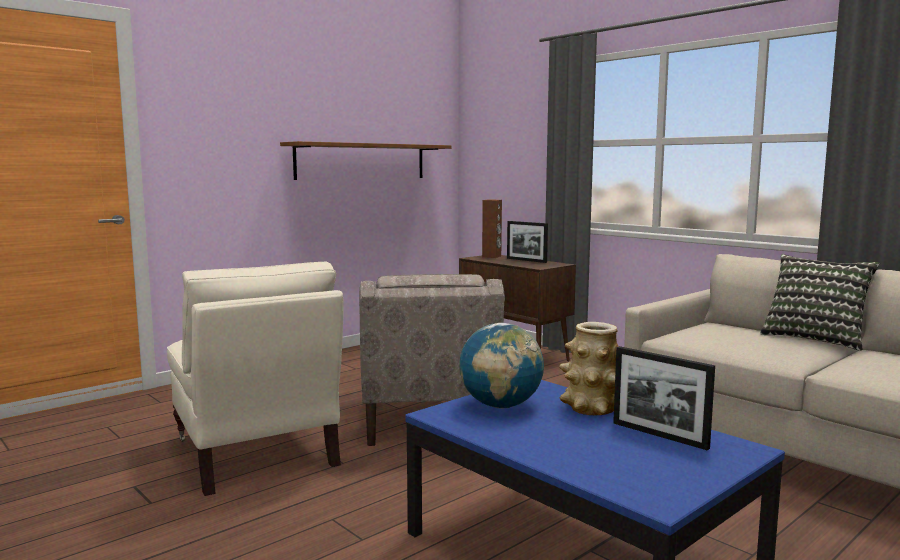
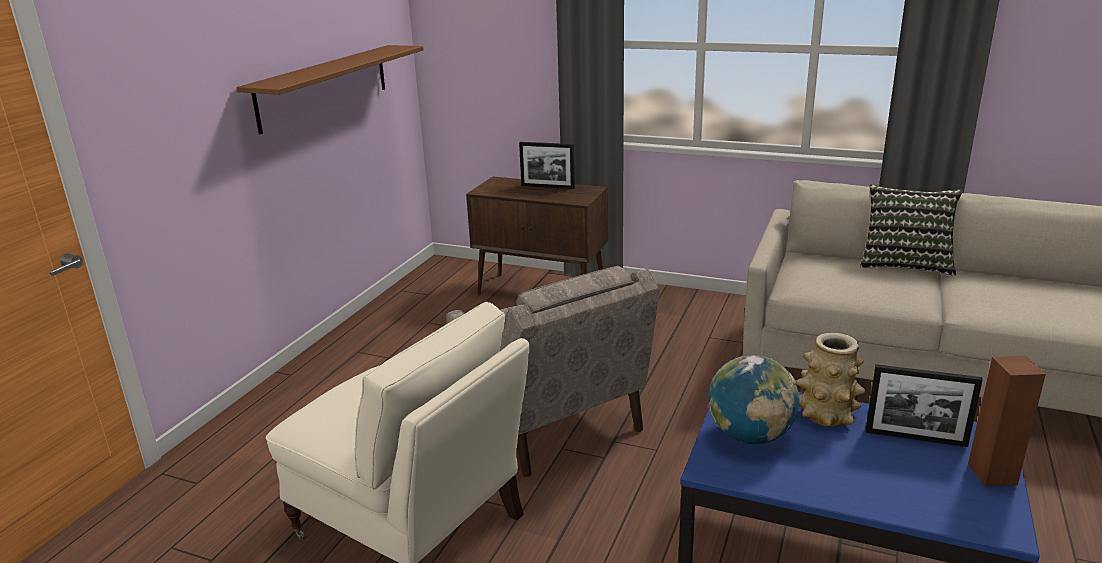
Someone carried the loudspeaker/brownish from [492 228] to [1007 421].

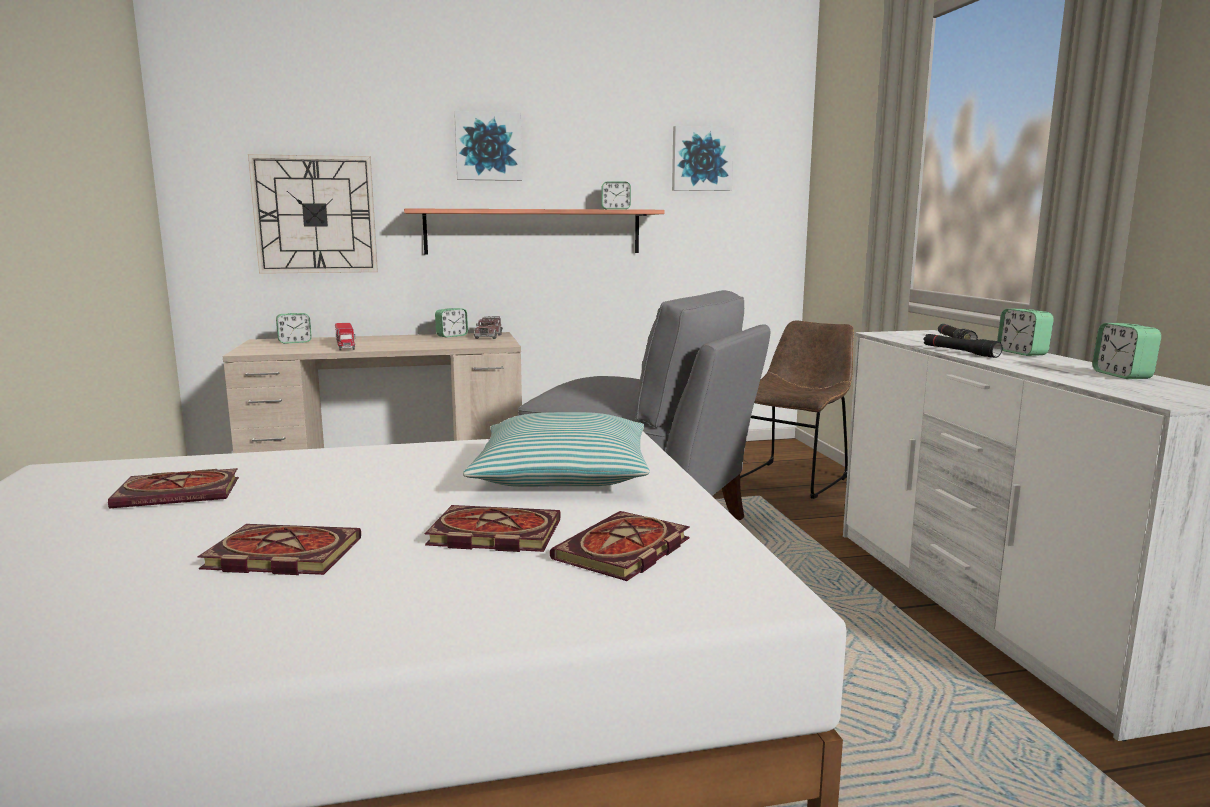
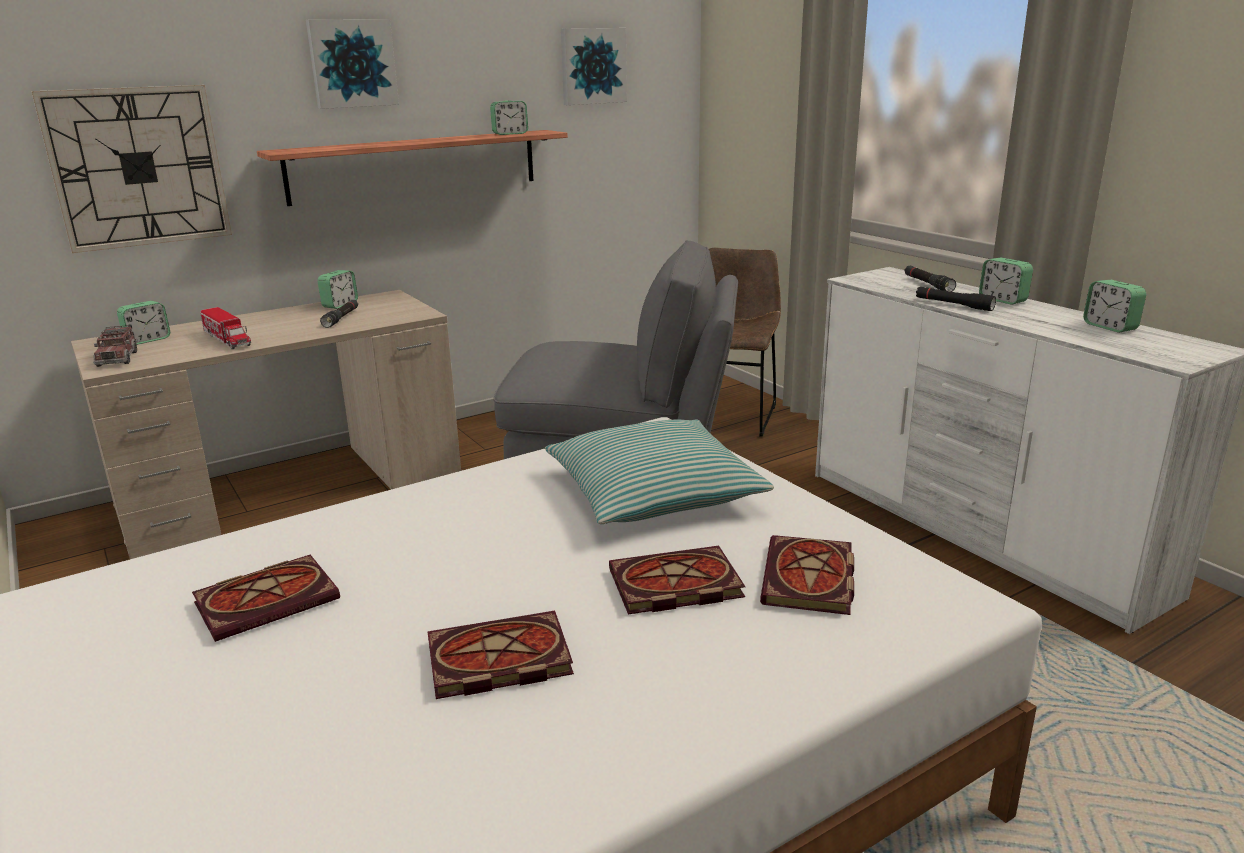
Someone carried the model truck from [488 327] to [115 346].
Someone put down the flashlight/black at [339 314].

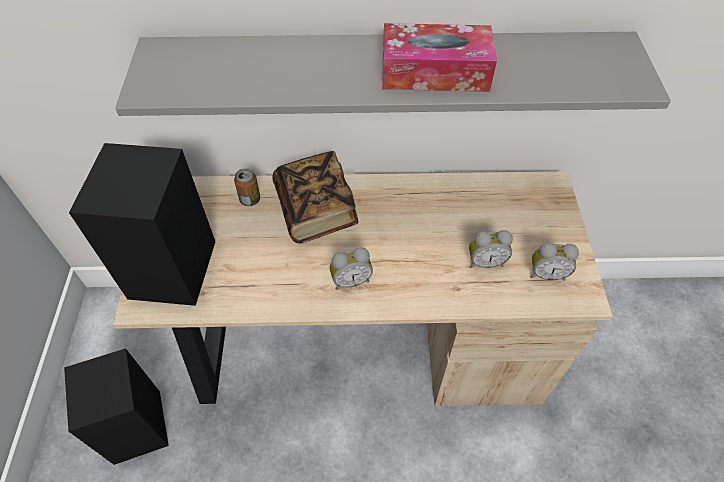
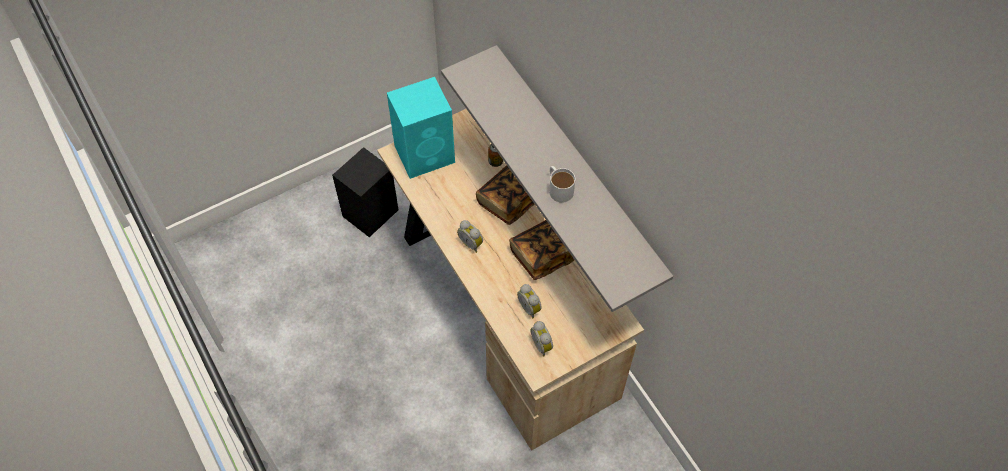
Someone swapped the tissue holder at [439 57] for the mug/white at [562 184].
Someone repainted the loudspeaker/black at [142 224], which became the loudspeaker/turquoise-coloured at [421 128].
Someone put down the volume at [541 250].

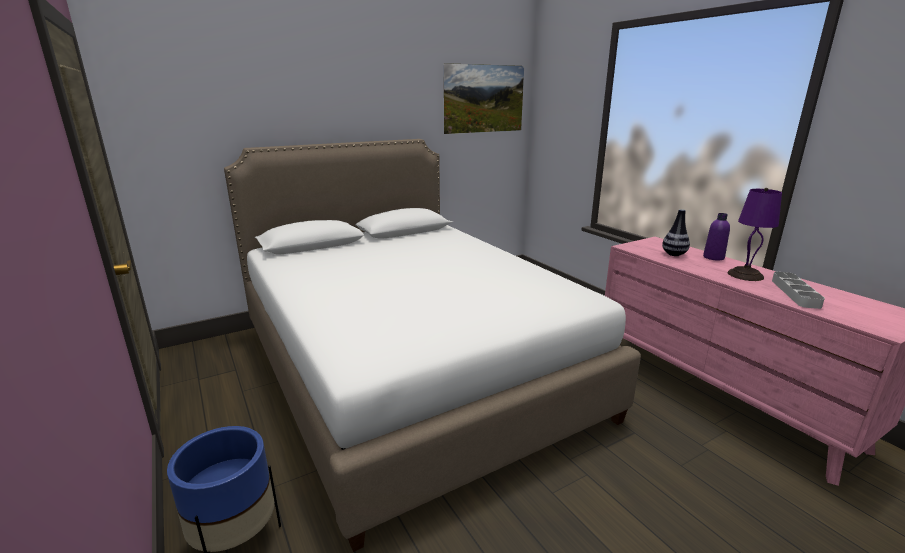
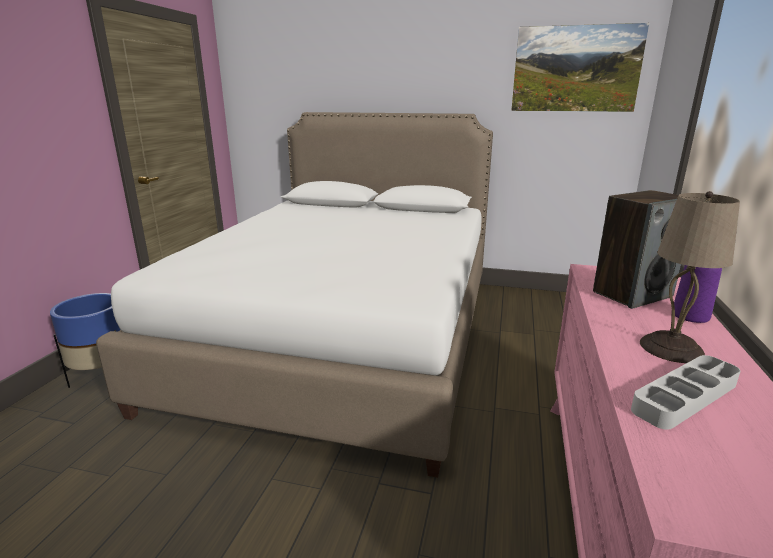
Someone repainted the lamp for a table/purple at [754 234], which became the lamp for a table/sand-coloured at [690 277].
Someone swapped the decorative vase at [676 232] for the loudspeaker at [637 249].

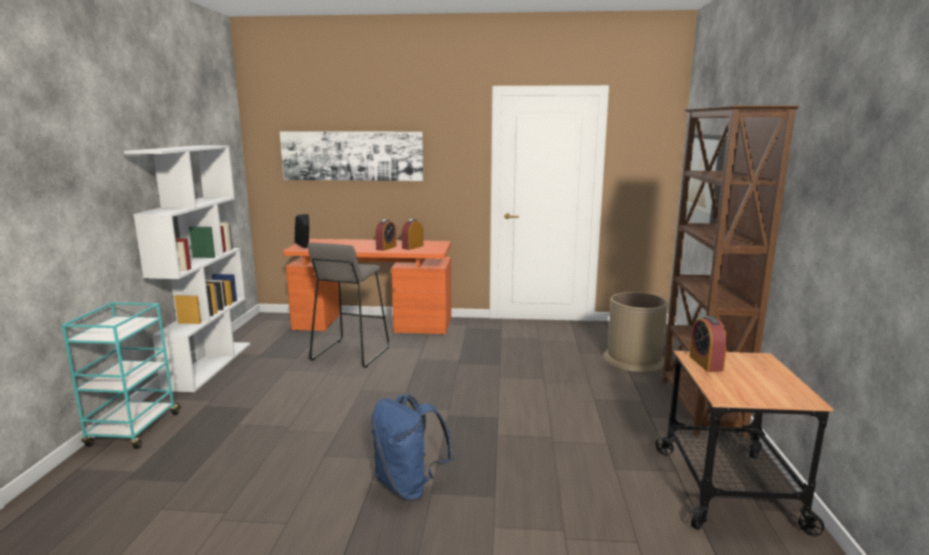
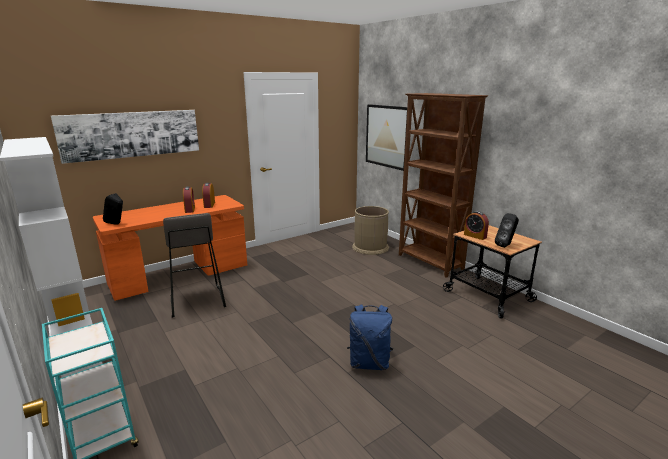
Someone put down the loudspeaker/black at [507 230].

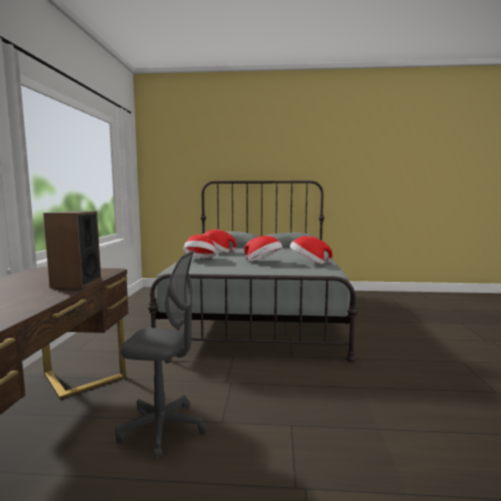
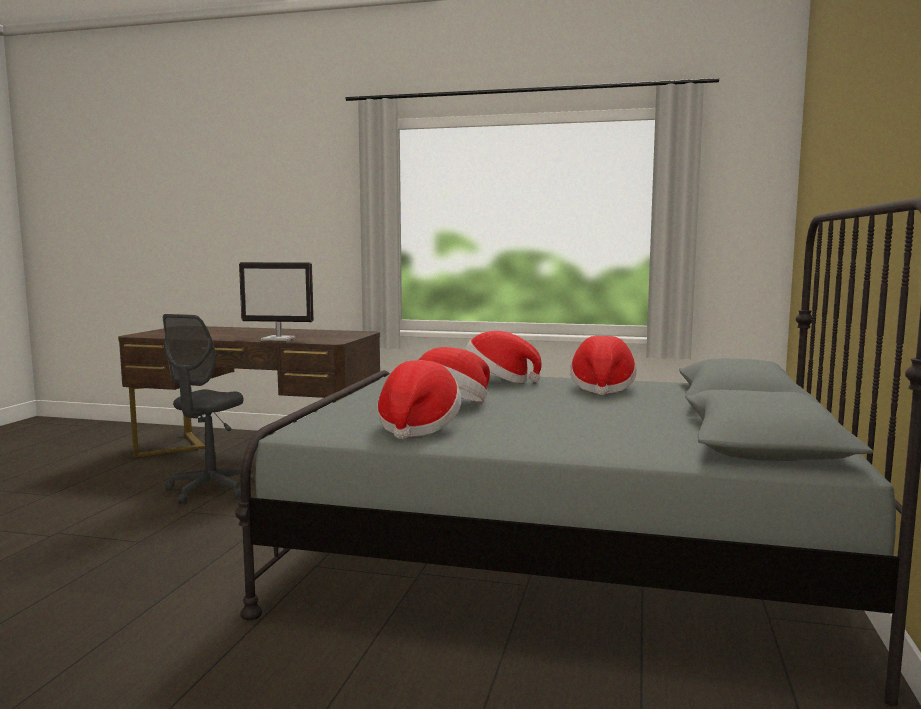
Someone swapped the loudspeaker at [72 249] for the monitor at [276 301].

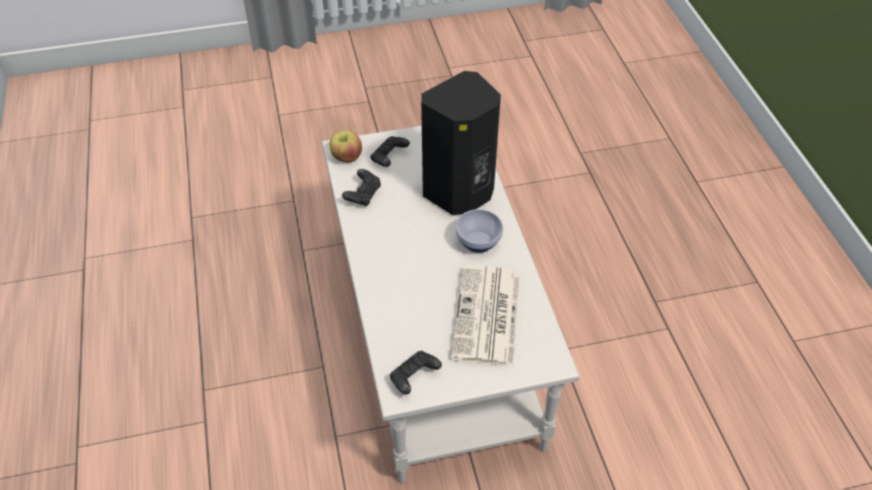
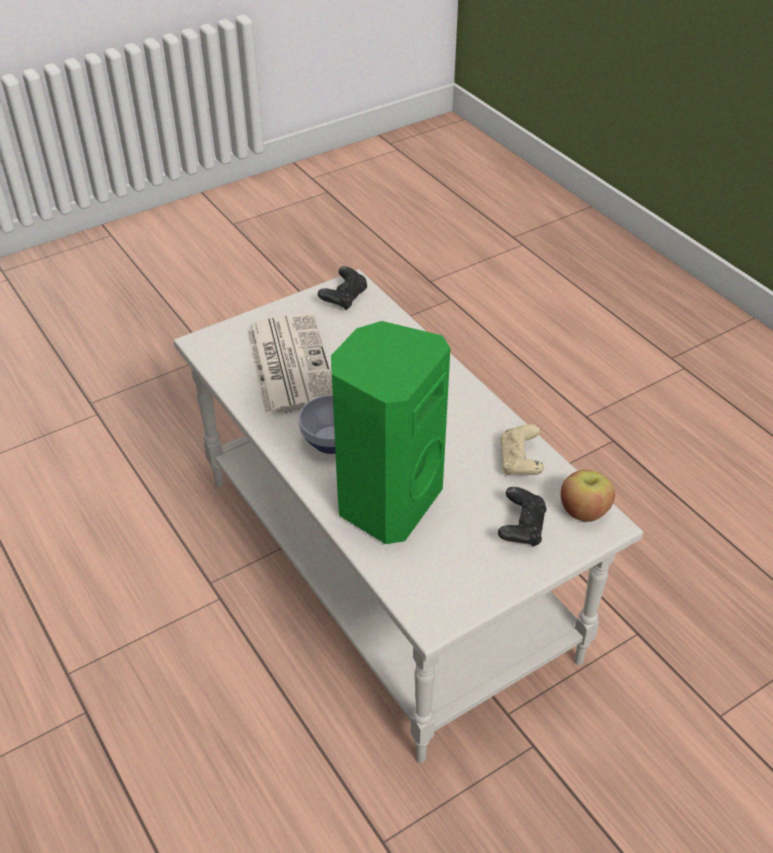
Someone repainted the loudspeaker/black at [461 143], which became the loudspeaker/green at [390 432].
Someone repainted the game controller/black at [361 188], which became the game controller/sand-coloured at [522 450].

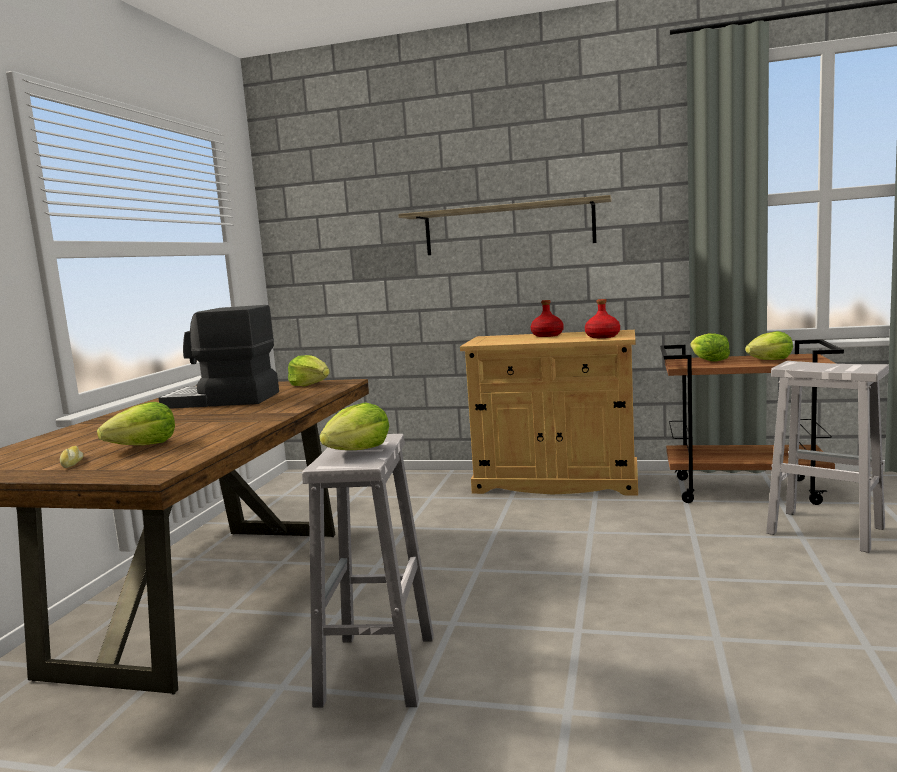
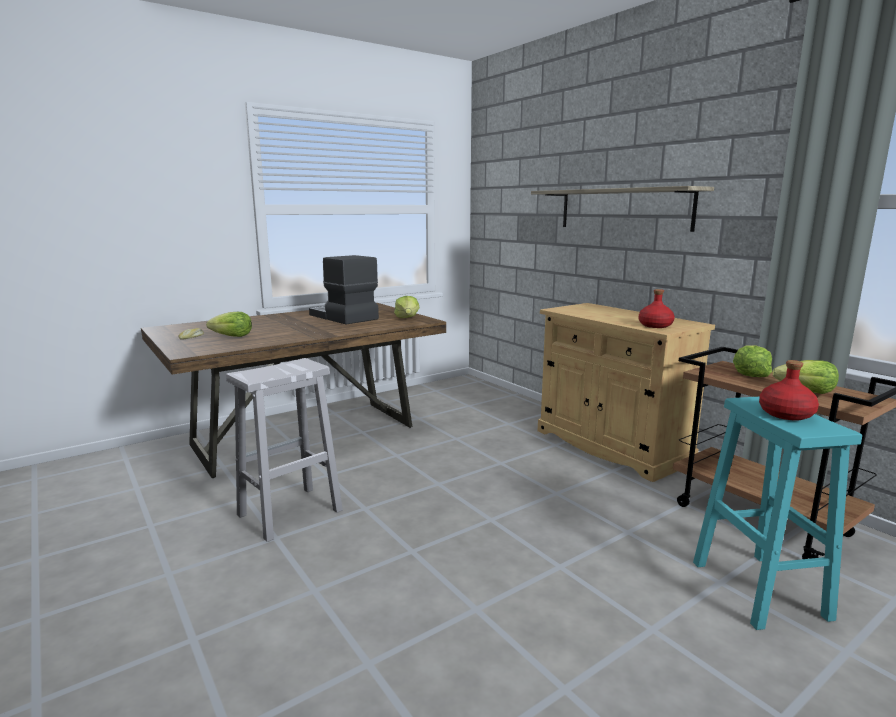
Someone carried the drink bottle/red from [547 318] to [789 390].
Someone repainted the sitting stool/white at [827 457], which became the sitting stool/turquoise-coloured at [777 513].
Someone took away the head of lettuce at [354 426].

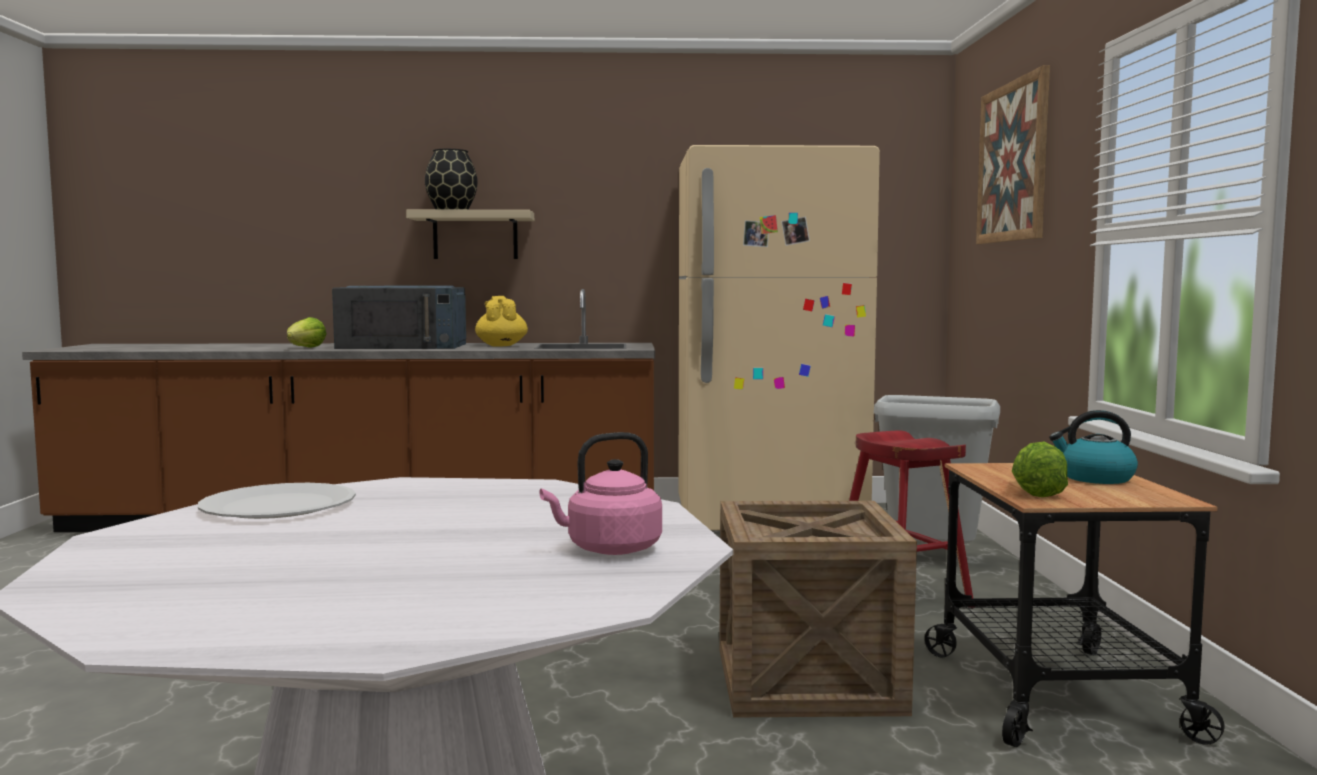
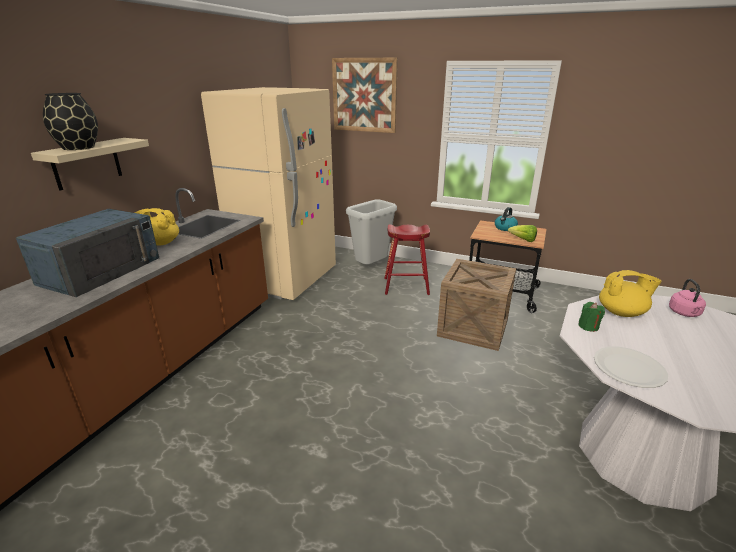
Someone took away the head of lettuce at [307 332].
Someone put down the pot for tea/yellow at [630 293].
Someone put down the candle/green at [591 317].

